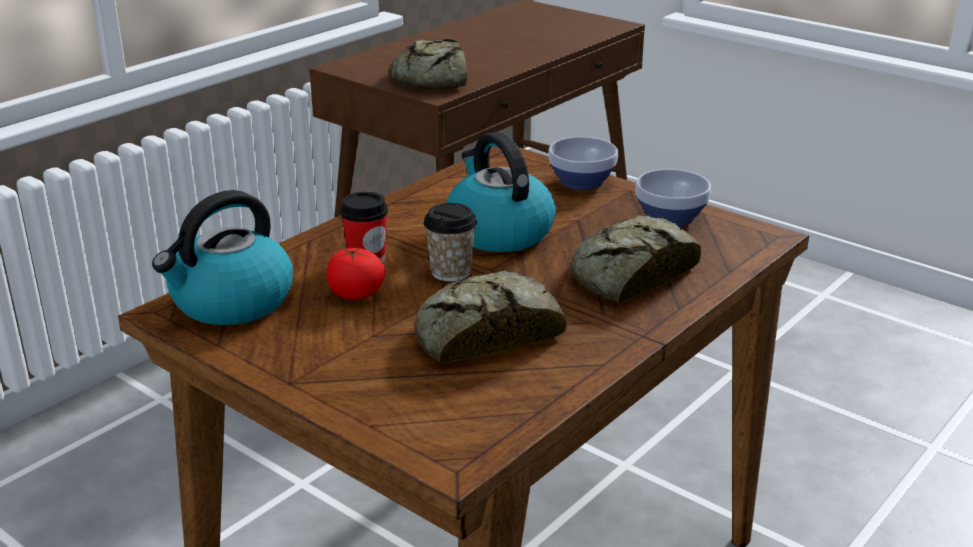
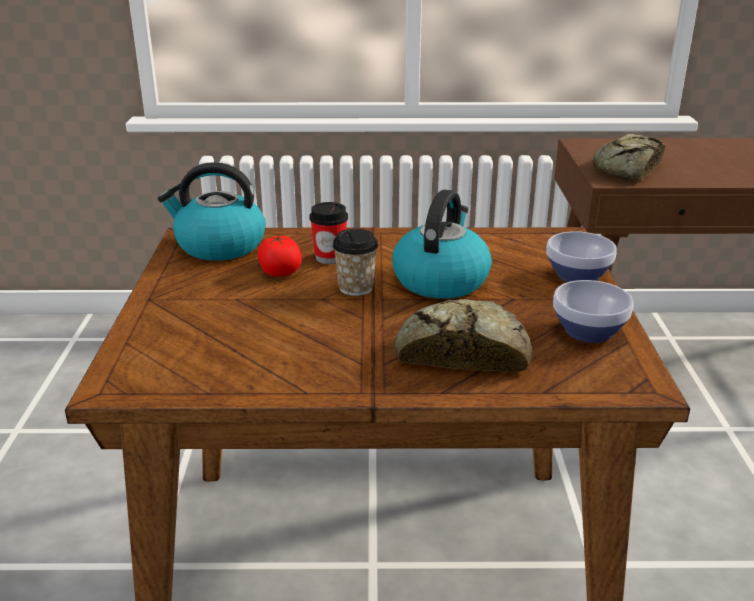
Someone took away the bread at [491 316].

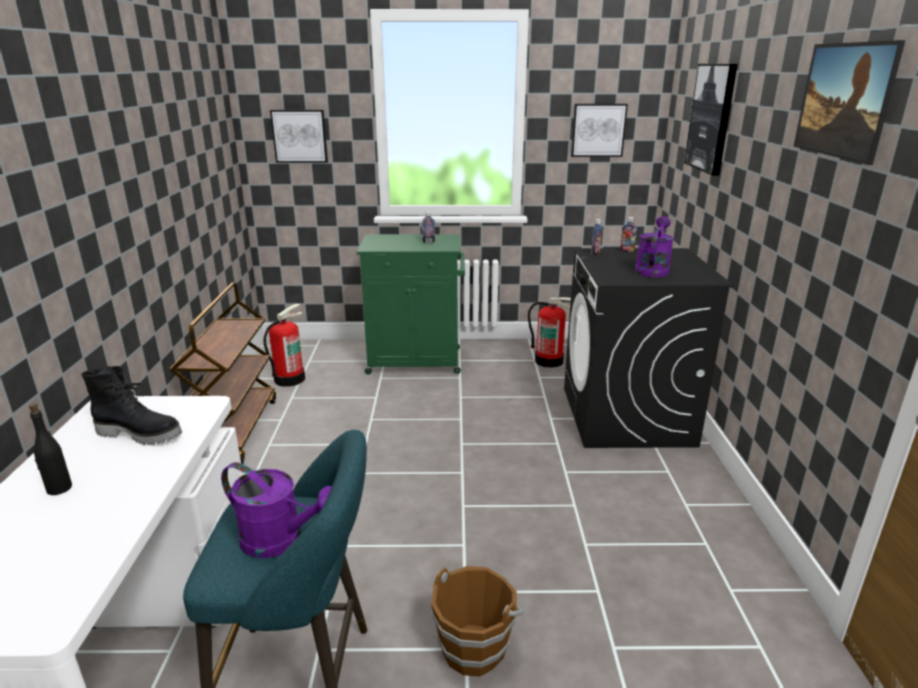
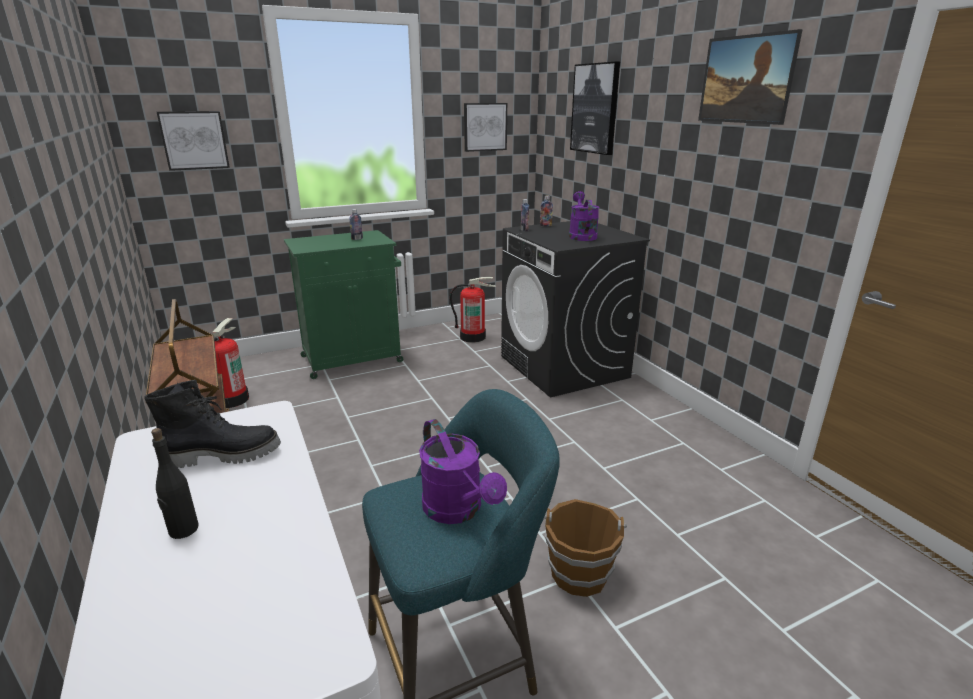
Someone rotated the sprinkling can/purple at [276 510] by 60 degrees clockwise.

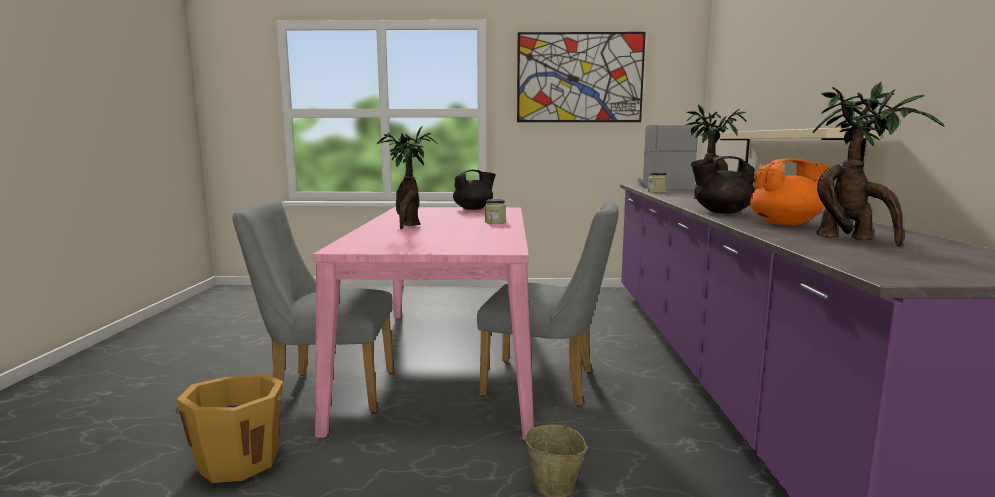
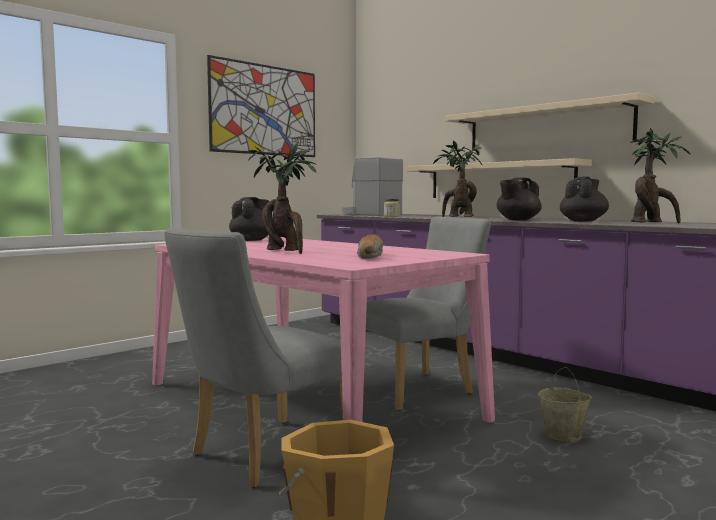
Someone repainted the pot for tea/orange-coloured at [789 191], which became the pot for tea/black at [584 199].
Someone took away the jar at [495 211].
Someone put up the wall shelf/sand-coloured at [549 122].
Someone put down the bread at [370 246].

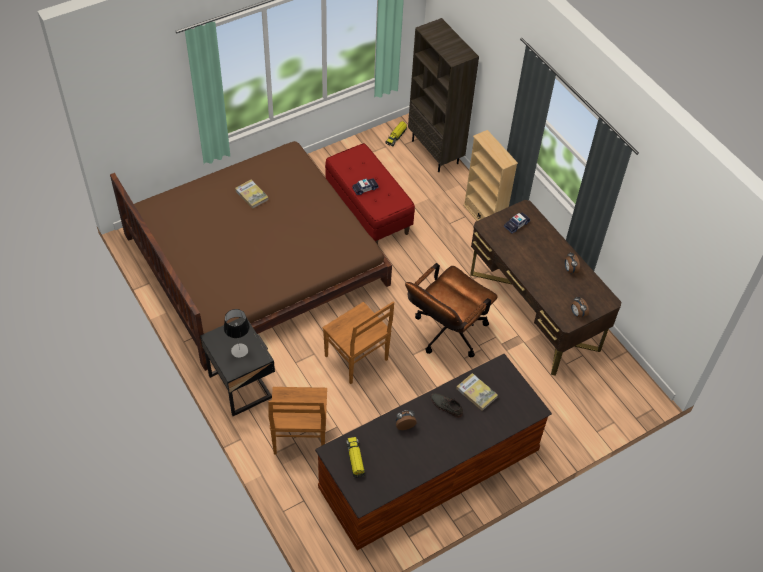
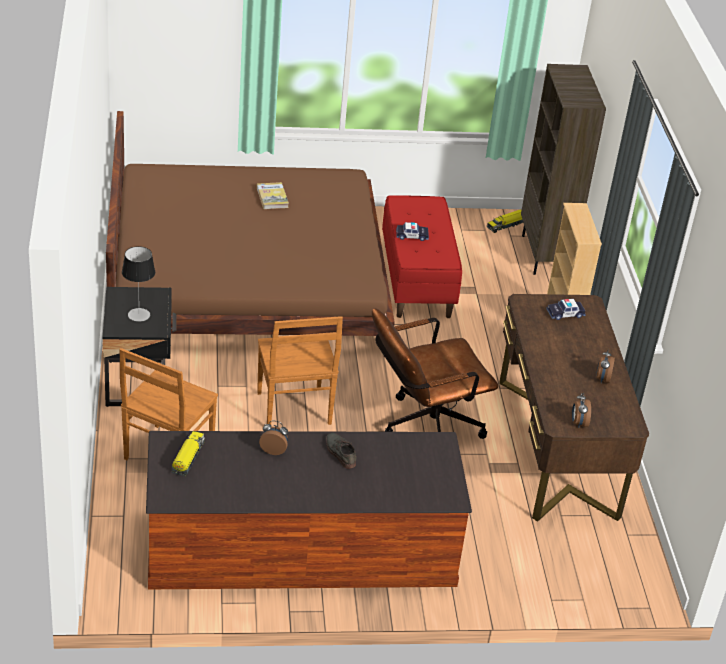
Someone took away the volume at [477 392].

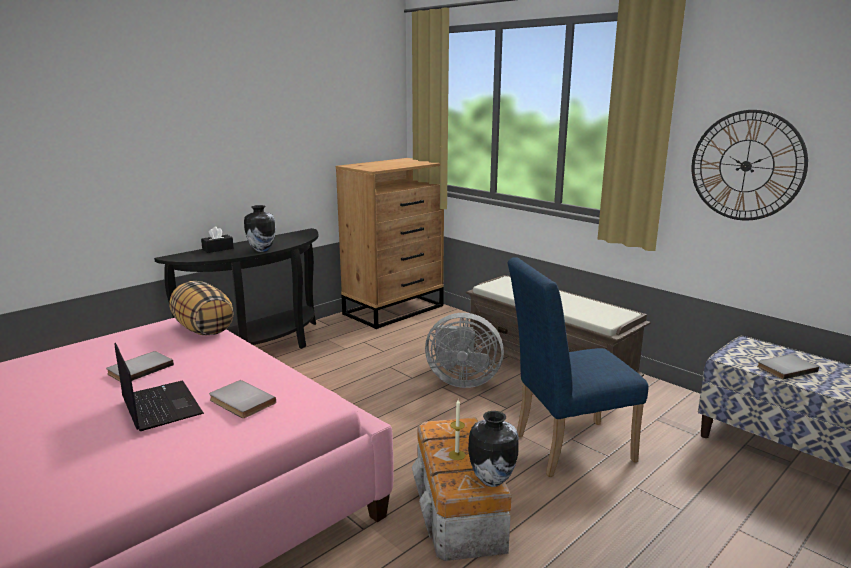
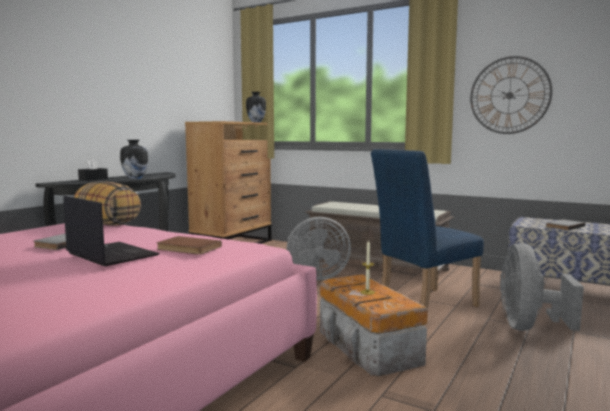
Someone repainted the volume/greyish at [242 399], which became the volume/brownish at [189 245].
Someone carried the decorative vase from [493 449] to [256 107].
Someone put down the cooling fan/greyish at [542 287].

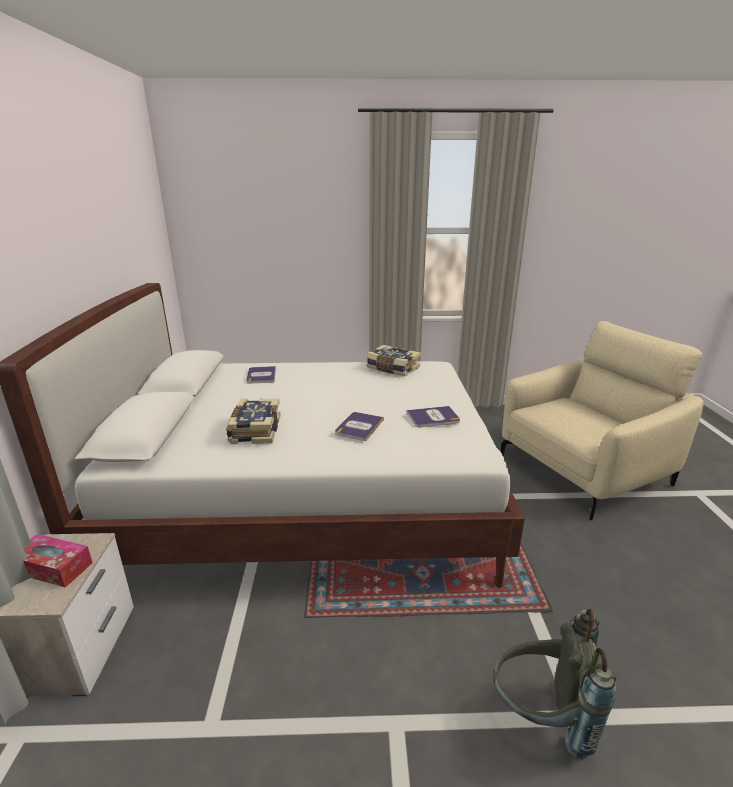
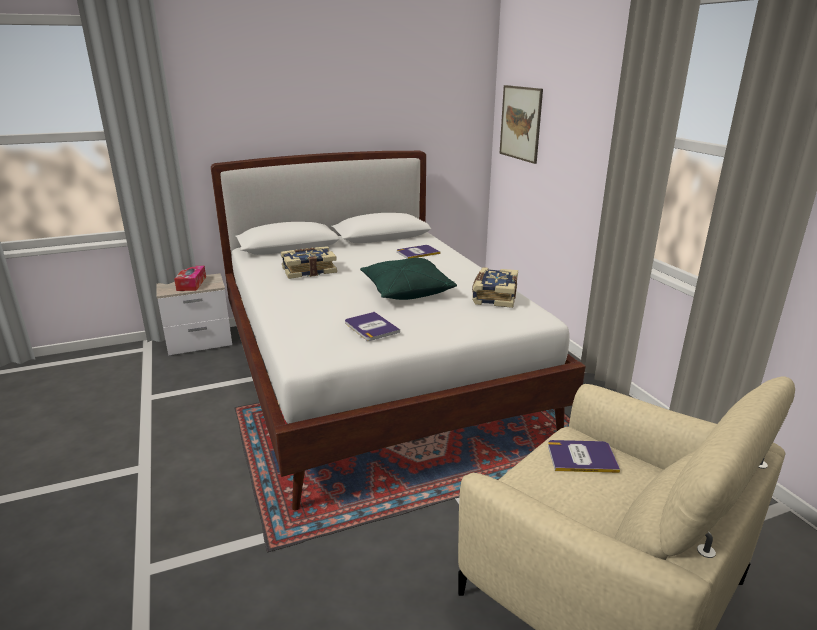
Someone carried the volume from [359 426] to [584 456].
Someone took away the rucksack/greyish at [554 684].
Someone put up the wall picture at [521 124].
Someone put down the throw pillow/green at [408 278].

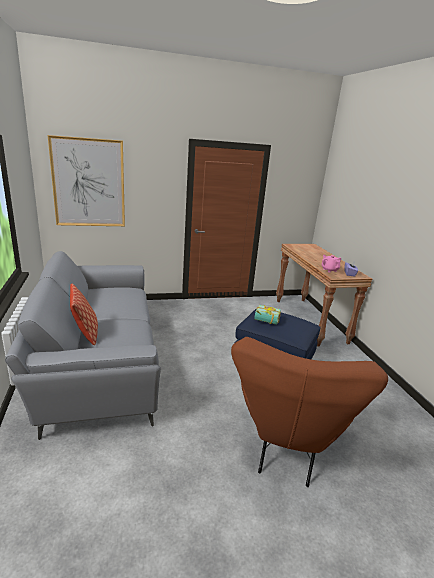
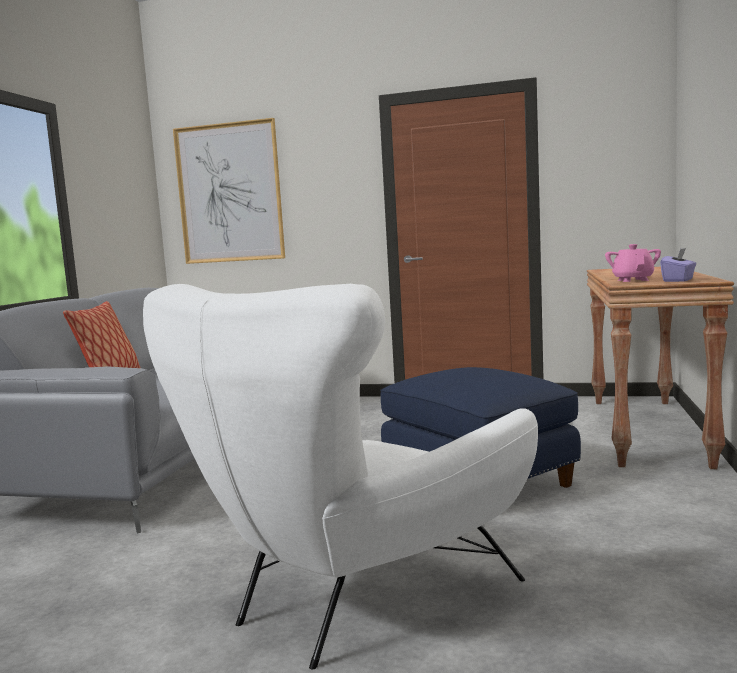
Someone took away the volume at [267 315].
Someone repainted the easy chair/brownish at [309 412], which became the easy chair/white at [340 476].

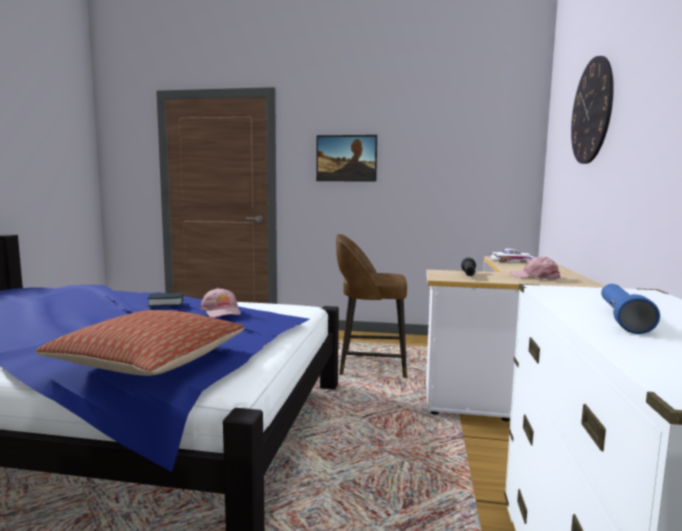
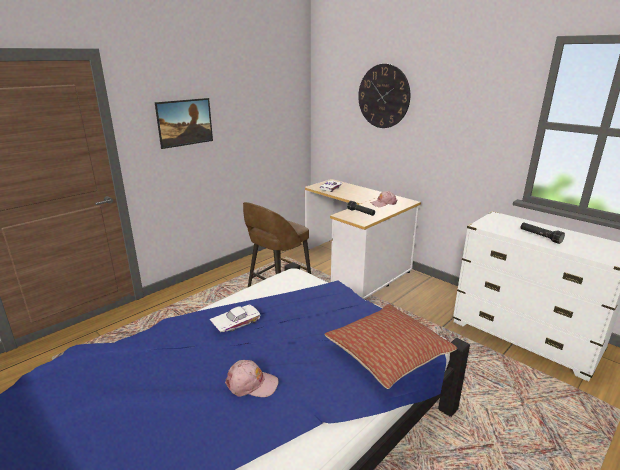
Someone repainted the flashlight/bluish at [630 309], which became the flashlight/black at [543 233].
Someone carried the baseball cap/pink from [220 303] to [252 378].
Someone swapped the volume at [165 300] for the miniature car/white at [235 318].

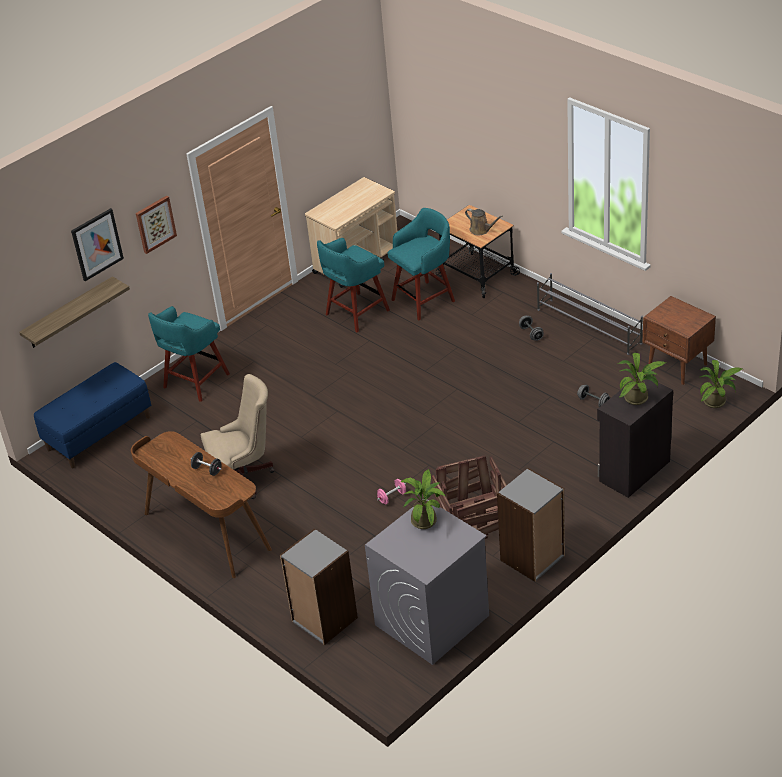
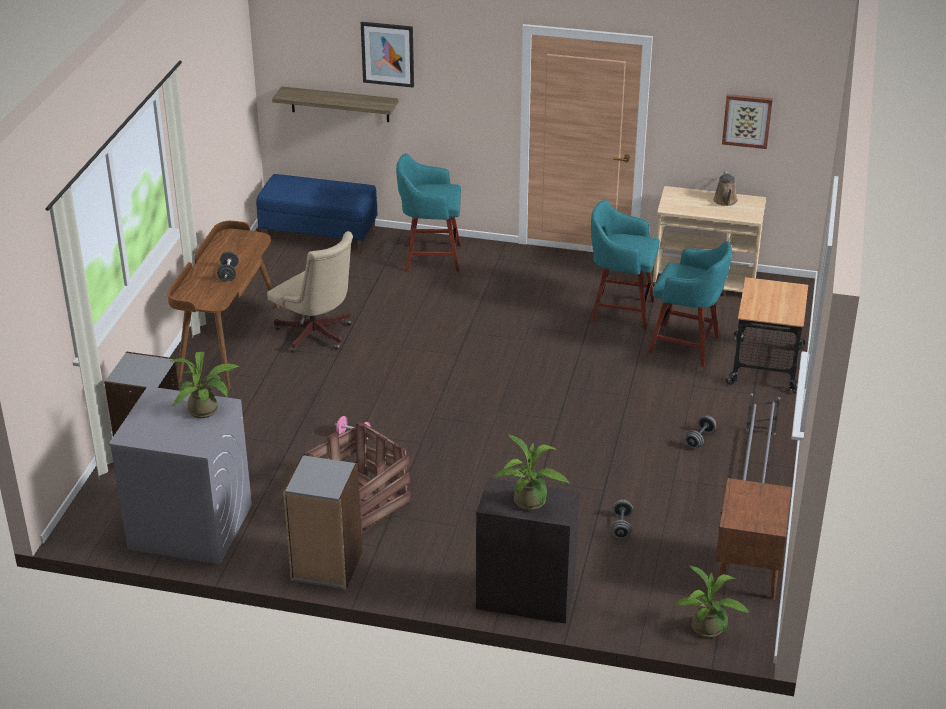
Someone carried the wall picture from [156 224] to [747 121].
Someone carried the sprinkling can/brownish from [484 222] to [725 188].

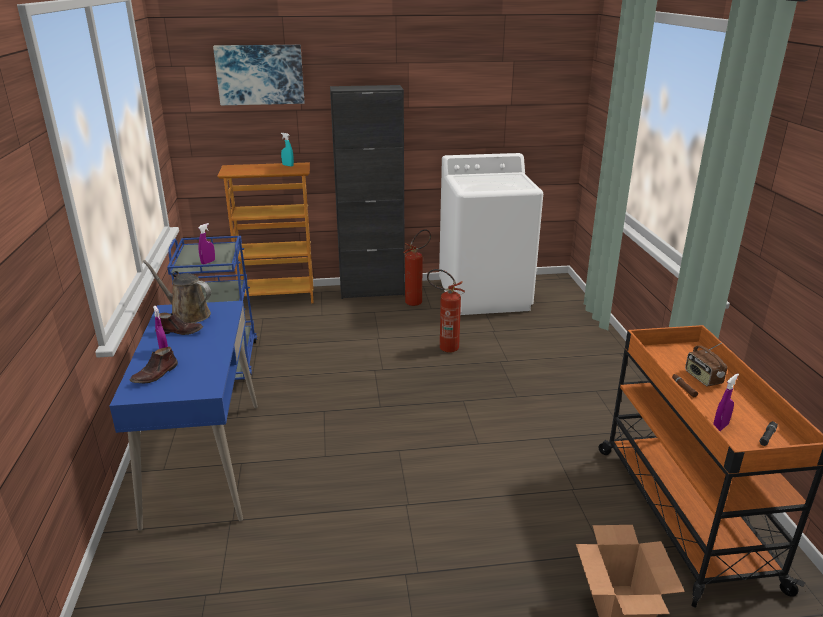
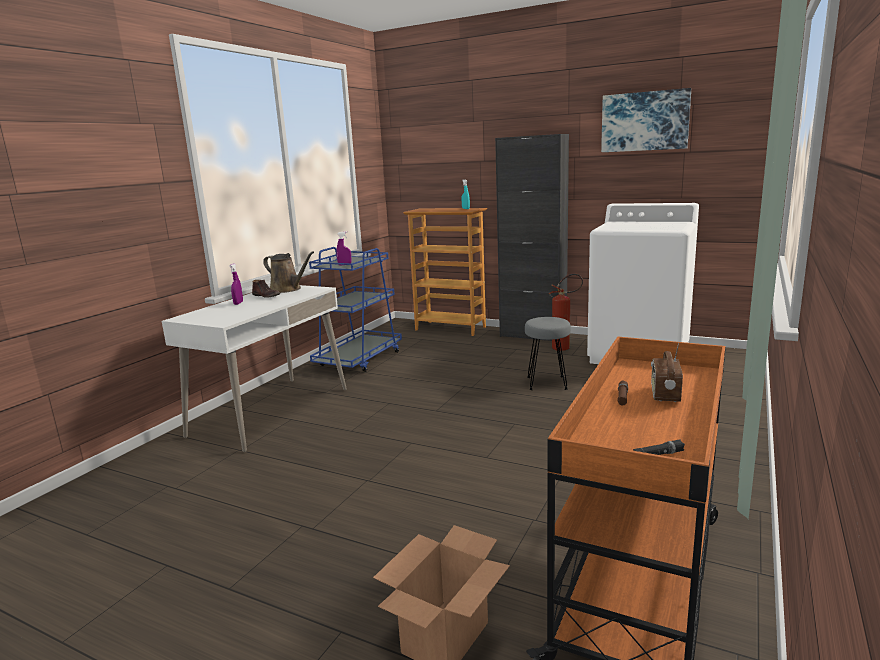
Someone carried the wall picture from [259 75] to [646 120].
Someone rotated the sprinkling can/brownish at [177 291] by 150 degrees clockwise.
Someone swapped the extinguisher at [446 311] for the sitting stool/greyish at [548 353].
Someone repainted the desk unit/bluish at [184 416], which became the desk unit/white at [254 368].
Someone took away the item of footwear/brownish at [153 365].
Someone took away the hand sprayer/purple at [726 402].

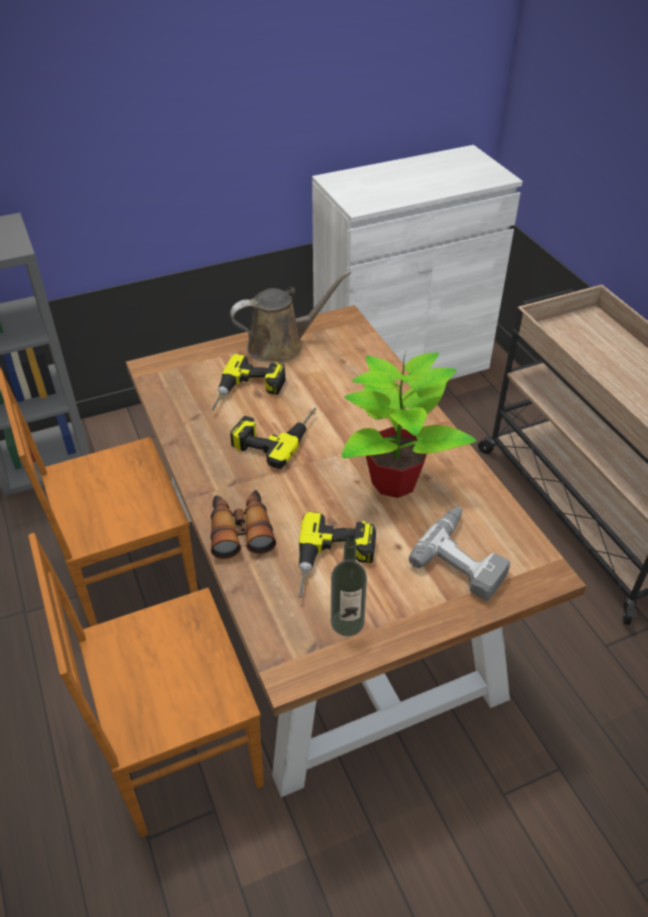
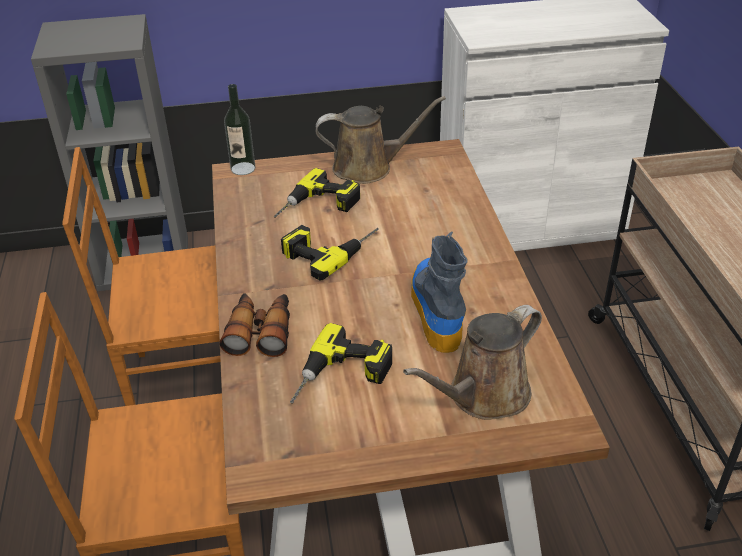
Someone swapped the potted plant at [409 425] for the tall boot at [439 292].
Someone swapped the electric drill at [459 554] for the sprinkling can/brownish at [472 362].
Someone carried the drink bottle from [349 587] to [239 129].

